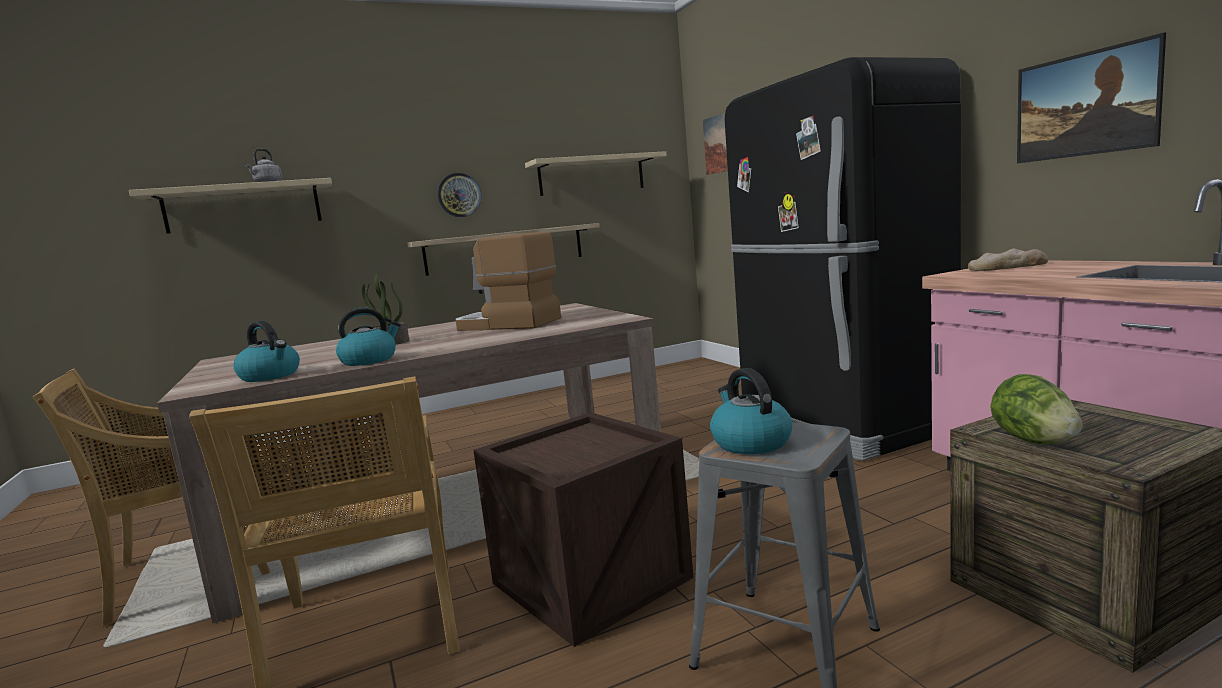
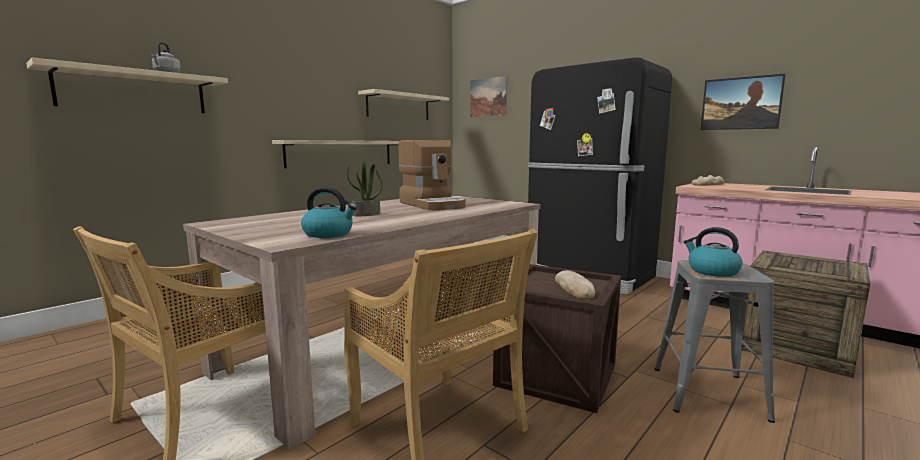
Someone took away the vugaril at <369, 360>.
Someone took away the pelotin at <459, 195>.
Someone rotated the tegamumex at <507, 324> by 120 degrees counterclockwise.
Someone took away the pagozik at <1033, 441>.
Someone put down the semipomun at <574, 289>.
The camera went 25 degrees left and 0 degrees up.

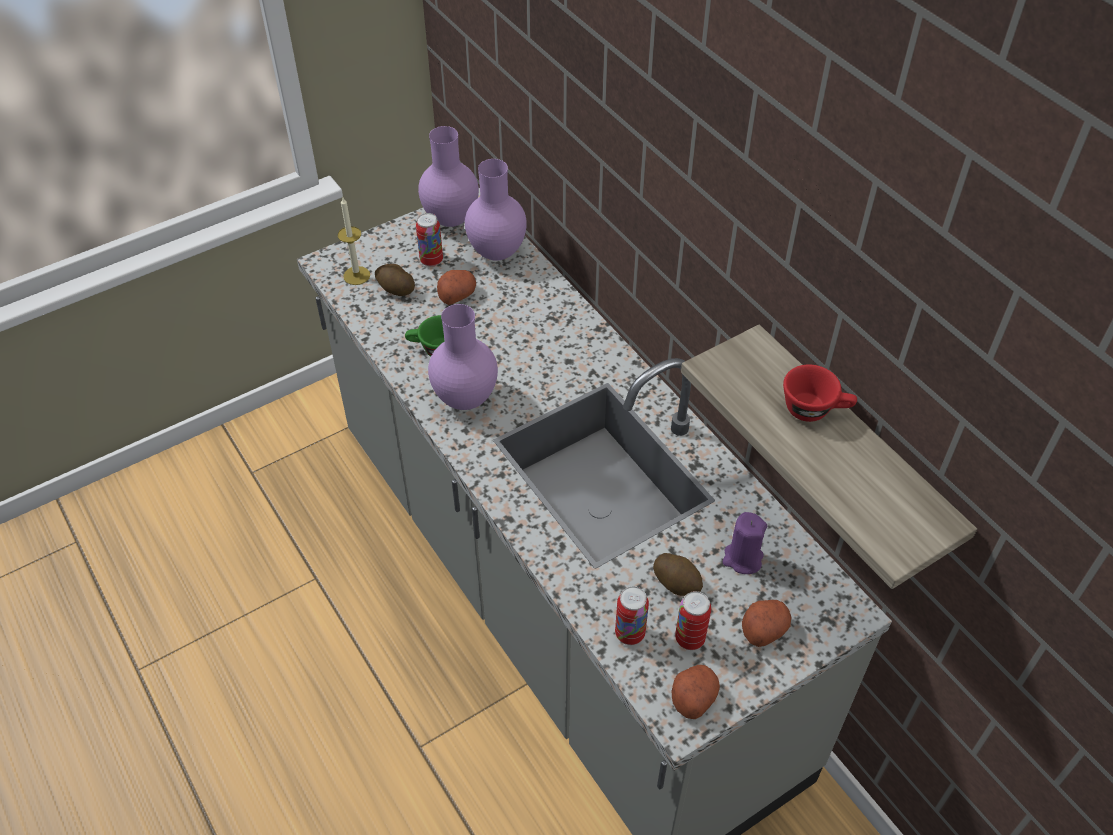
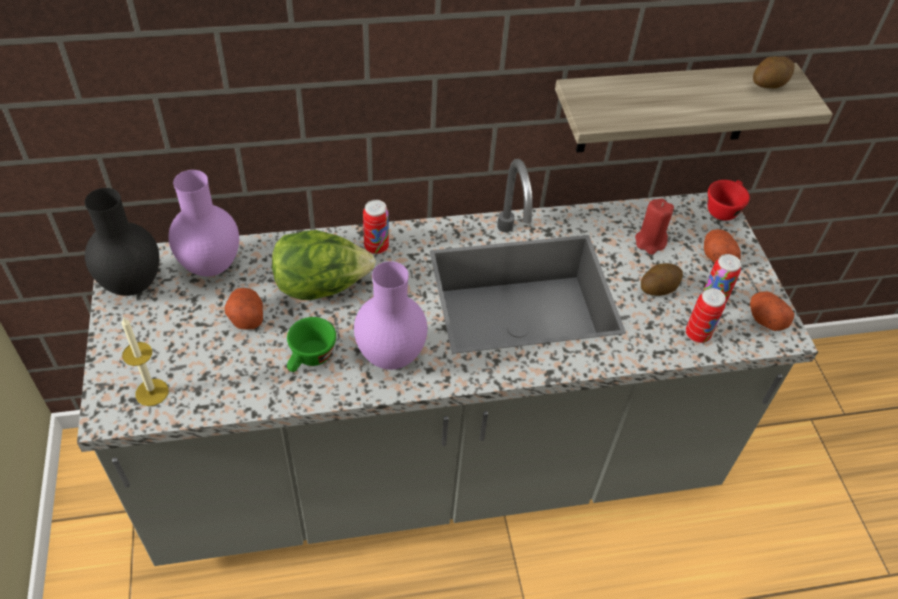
Someone carried the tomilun from <395, 289> to <768, 85>.
Someone carried the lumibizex from <431, 260> to <376, 247>.
Someone repainted the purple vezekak at <452, 219>, which became the black vezekak at <132, 284>.
Someone repainted the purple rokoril at <742, 558>, which became the red rokoril at <650, 242>.
Someone carried the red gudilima from <815, 409> to <723, 208>.
Someone put down the pagozik at <321, 286>.
The camera went 70 degrees left and 0 degrees up.

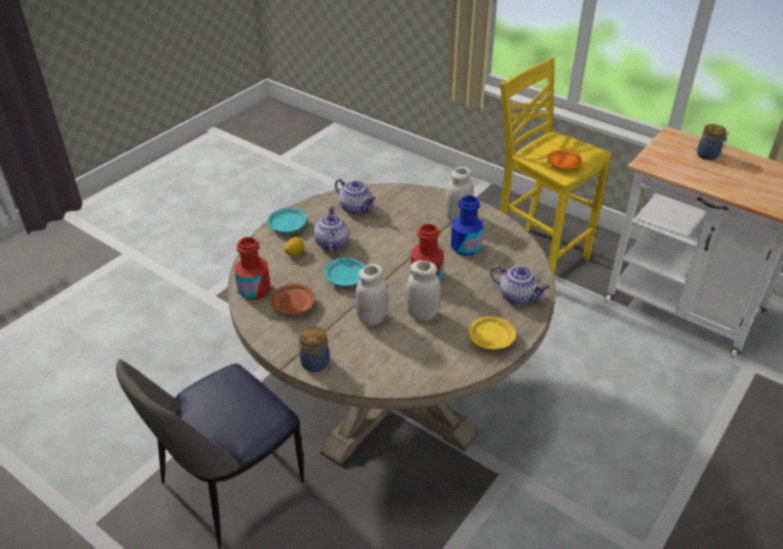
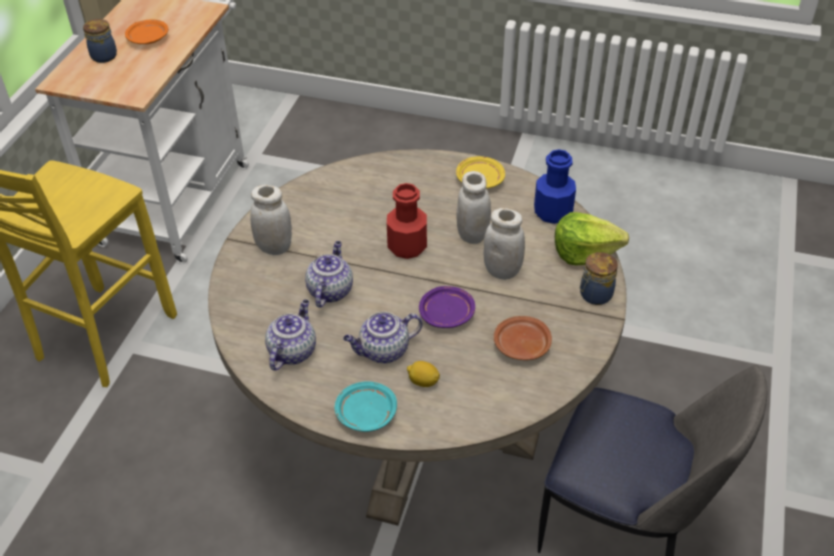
Someone took away the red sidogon at <254, 290>.
Someone repainted the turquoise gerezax at <346, 278>, which became the purple gerezax at <447, 314>.
Someone carried the blue sidogon from <465, 247> to <552, 212>.
Someone carried the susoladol from <518, 296> to <330, 290>.
Someone carried the orange gerezax from <563, 165> to <148, 38>.
Someone put down the pagozik at <584, 252>.
The camera went 110 degrees left and 5 degrees up.

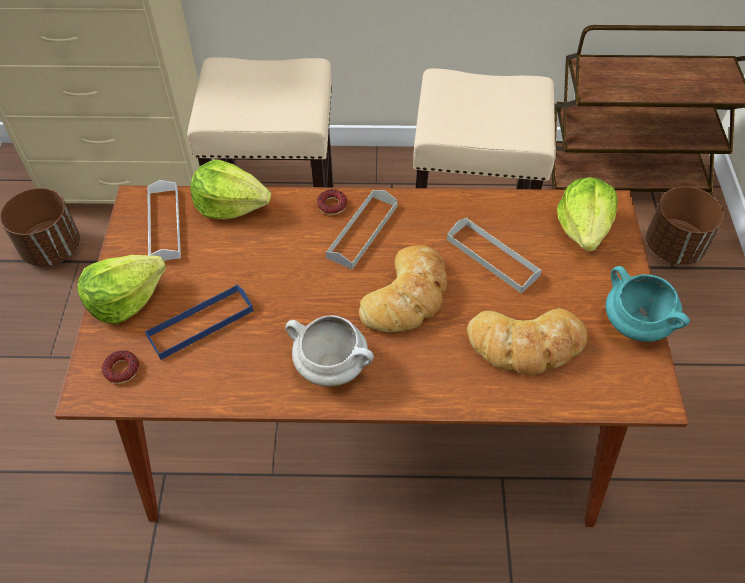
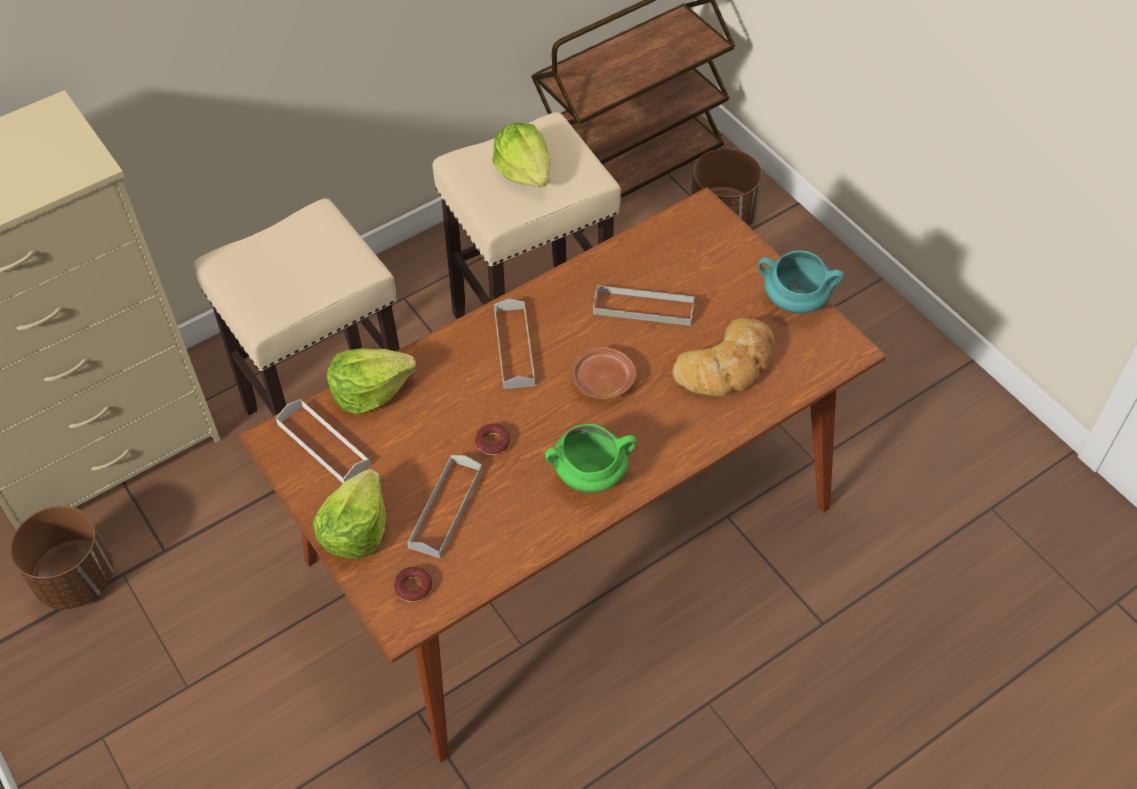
Someone repainted the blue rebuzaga at <200, 323>, which became the grey rebuzaga at <446, 508>.
Someone repainted the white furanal at <332, 366>, which became the green furanal at <591, 474>.
Someone carried the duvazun from <332, 205> to <493, 442>.
Someone swapped the semipomun at <408, 296> for the brown gerezax at <602, 380>.
Someone carried the pagozik from <583, 228> to <524, 171>.
The camera went 35 degrees left and 0 degrees up.

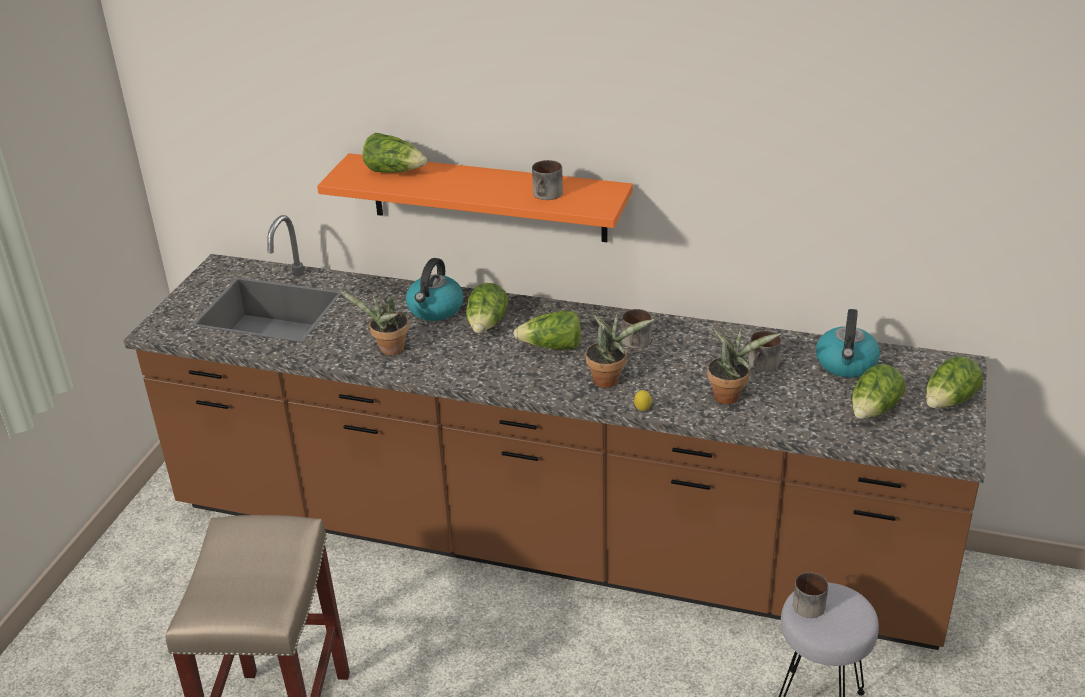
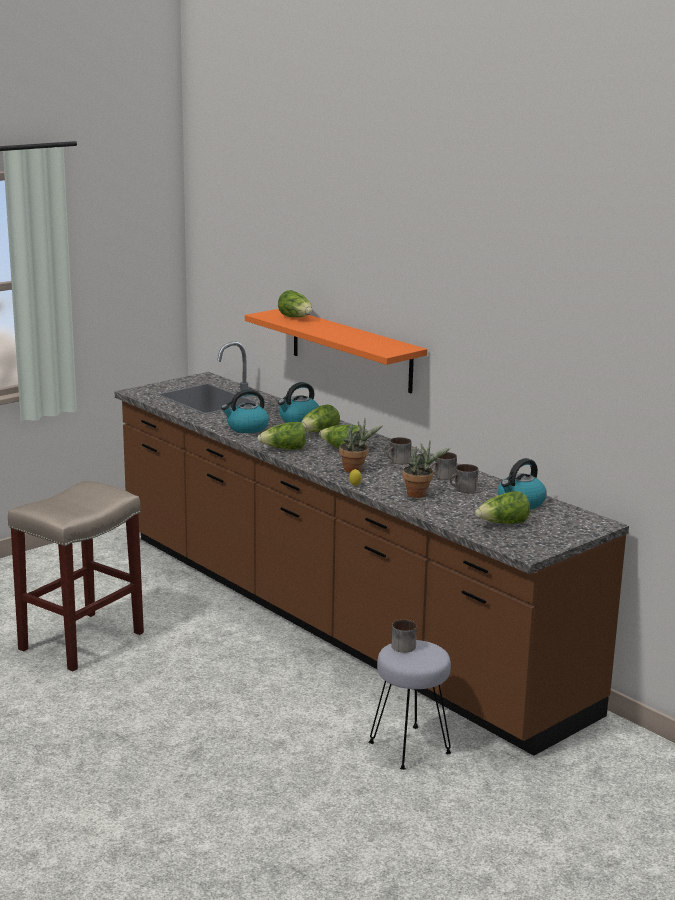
Someone swapped the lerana at <388, 350> for the vugaril at <247, 428>.
Someone carried the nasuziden from <547, 195> to <442, 477>.
Someone carried the pagozik from <949, 401> to <284, 449>.
The camera went 30 degrees right and 15 degrees down.

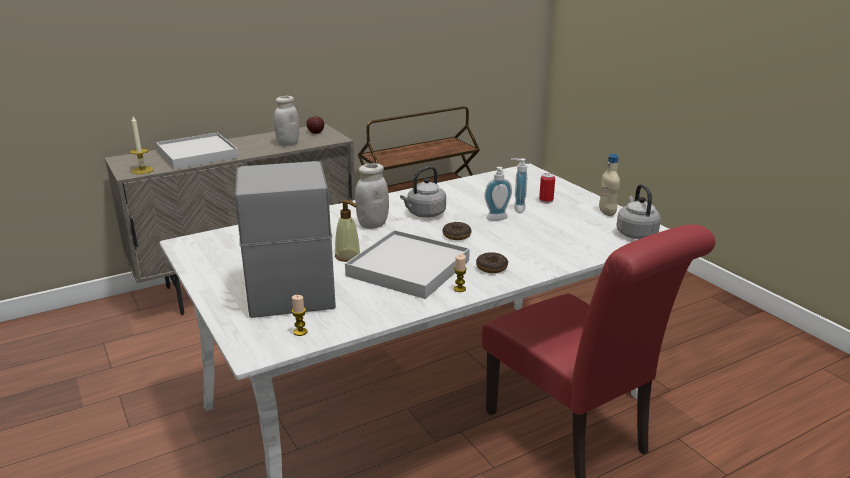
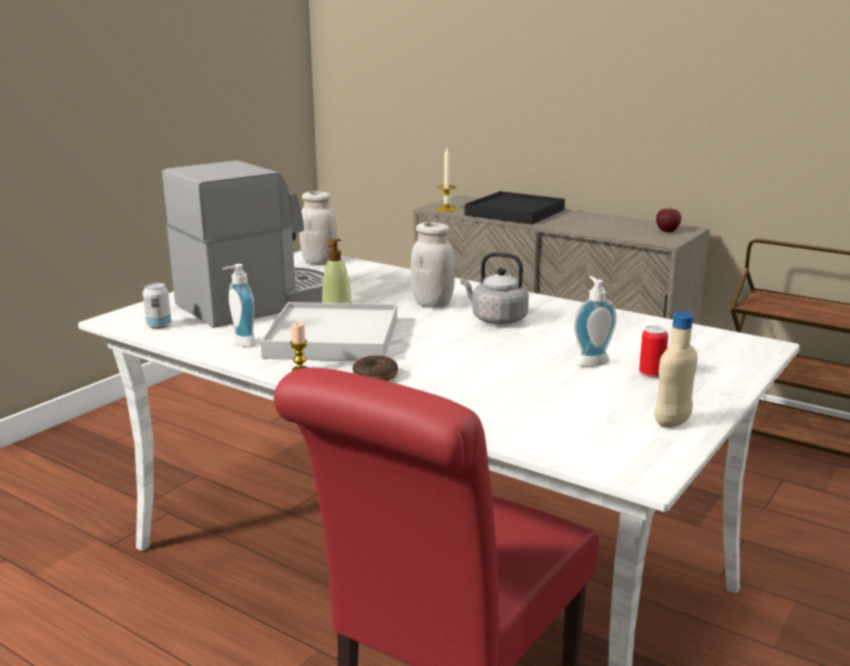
Someone repainted the white rebuzaga at <197, 154>, which became the black rebuzaga at <515, 212>.
Someone carried the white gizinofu from <288, 143> to <319, 262>.
Someone swapped the rokoril at <300, 332> for the lumibizex at <159, 325>.
Someone took away the duvazun at <456, 235>.
Someone carried the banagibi from <498, 219> to <241, 343>.
Someone took away the grey vugaril at <635, 233>.
The camera went 65 degrees right and 5 degrees down.

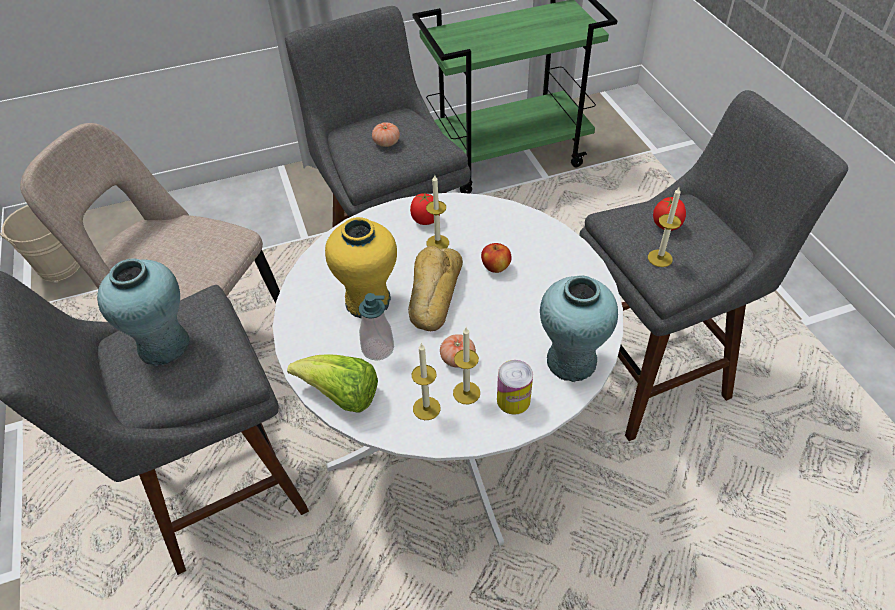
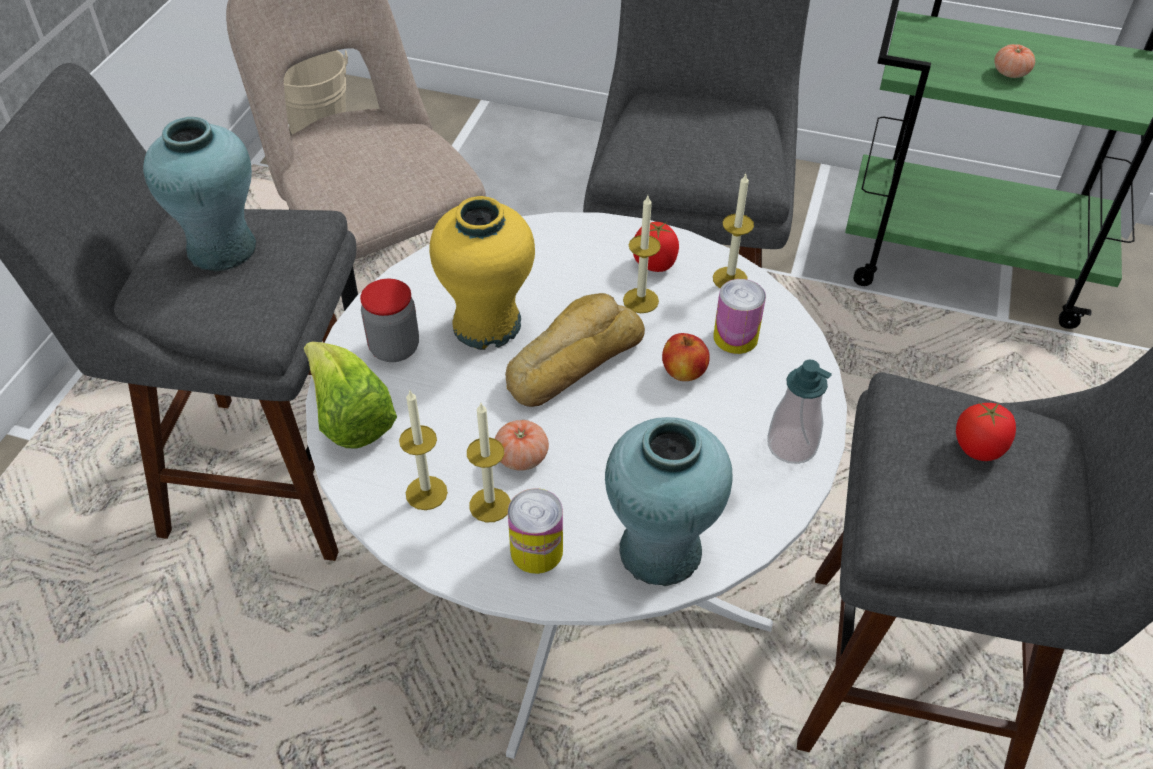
Someone carried the banagibi from <378, 348> to <791, 446>.
Someone carried the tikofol from <386, 142> to <1010, 73>.
Someone carried the rokoril from <660, 258> to <730, 279>.
Someone put down the gizinofu at <394, 348>.
Someone put down the lumibizex at <735, 337>.
The camera went 35 degrees right and 0 degrees up.

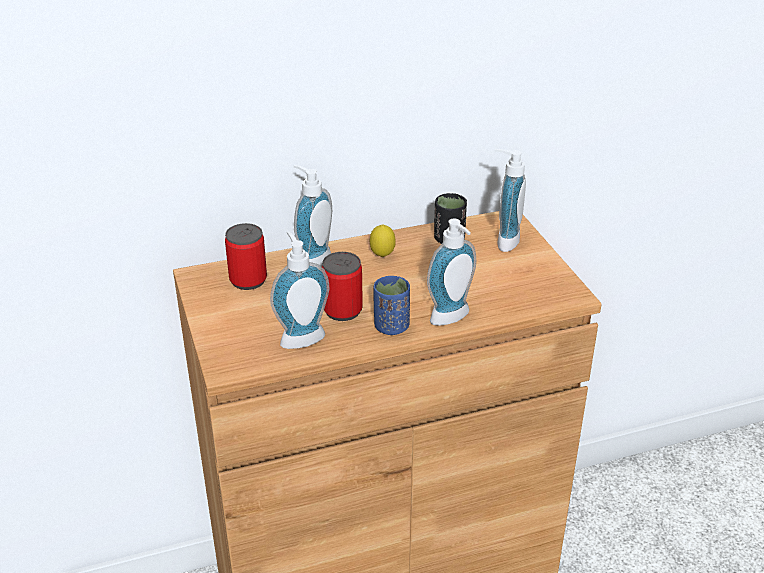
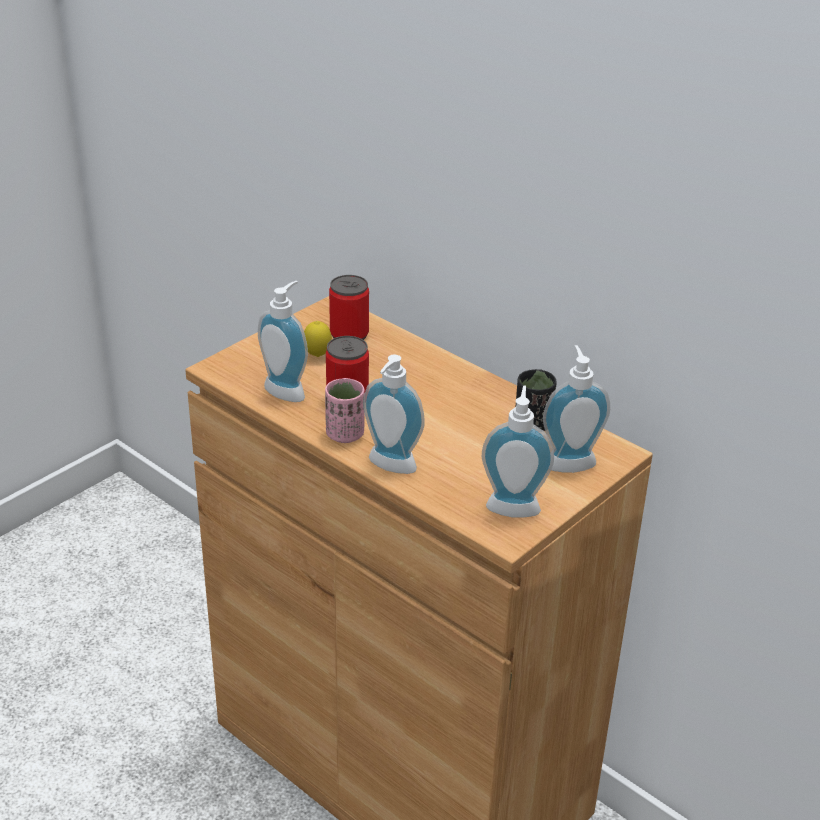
Someone carried the banagibi from <311, 260> to <513, 505>.
Someone carried the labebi from <382, 256> to <317, 356>.
Someone repainted the blue gudilima at <391, 327>, which became the pink gudilima at <345, 434>.
The camera went 60 degrees right and 0 degrees up.

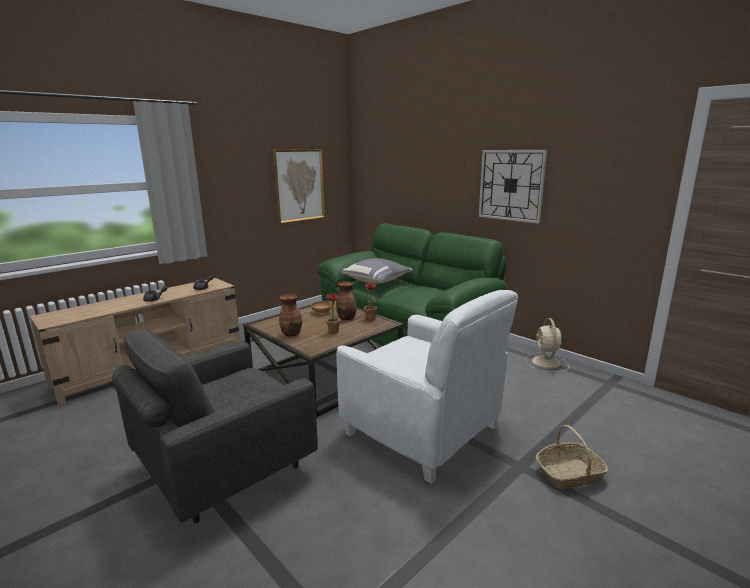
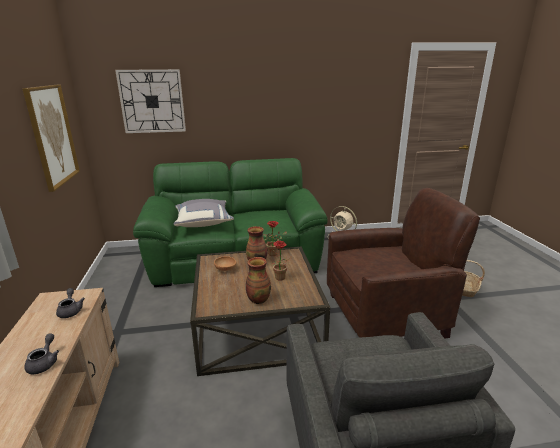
Someone repainted the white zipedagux at <424, 430>, which became the brown zipedagux at <386, 314>.
Someone carried the pelotin from <511, 185> to <152, 101>.
The camera went 55 degrees left and 5 degrees up.

